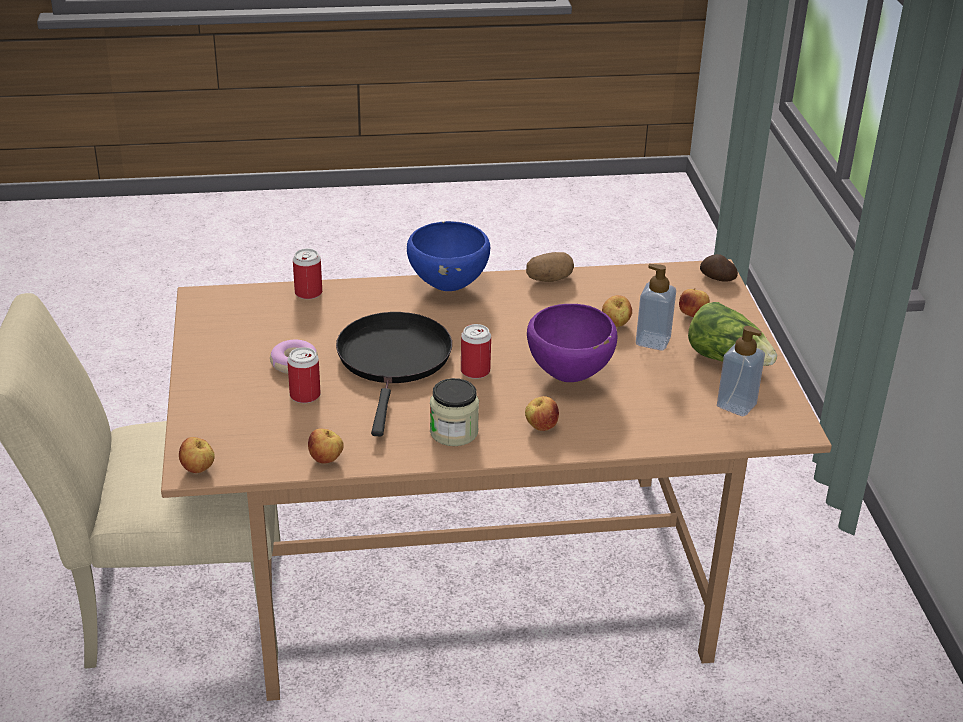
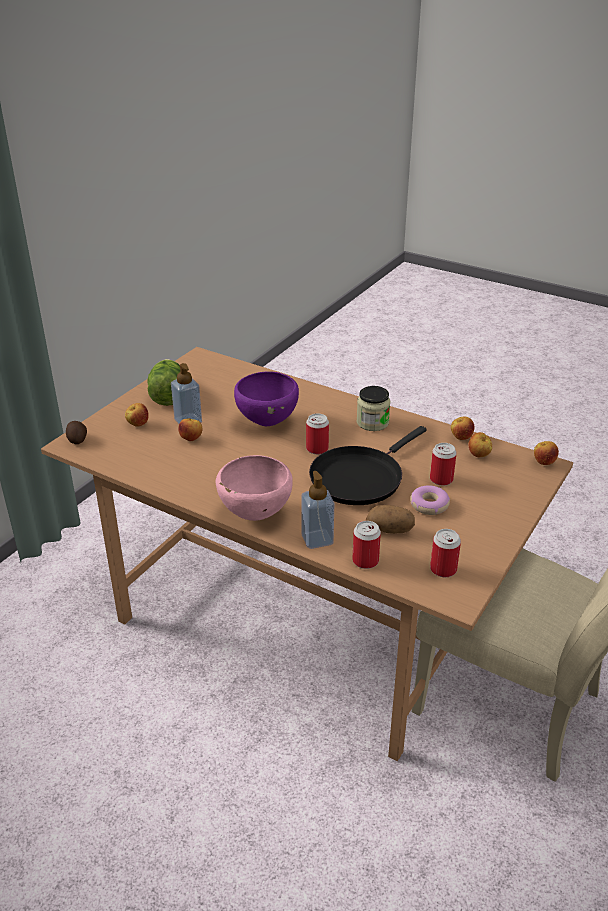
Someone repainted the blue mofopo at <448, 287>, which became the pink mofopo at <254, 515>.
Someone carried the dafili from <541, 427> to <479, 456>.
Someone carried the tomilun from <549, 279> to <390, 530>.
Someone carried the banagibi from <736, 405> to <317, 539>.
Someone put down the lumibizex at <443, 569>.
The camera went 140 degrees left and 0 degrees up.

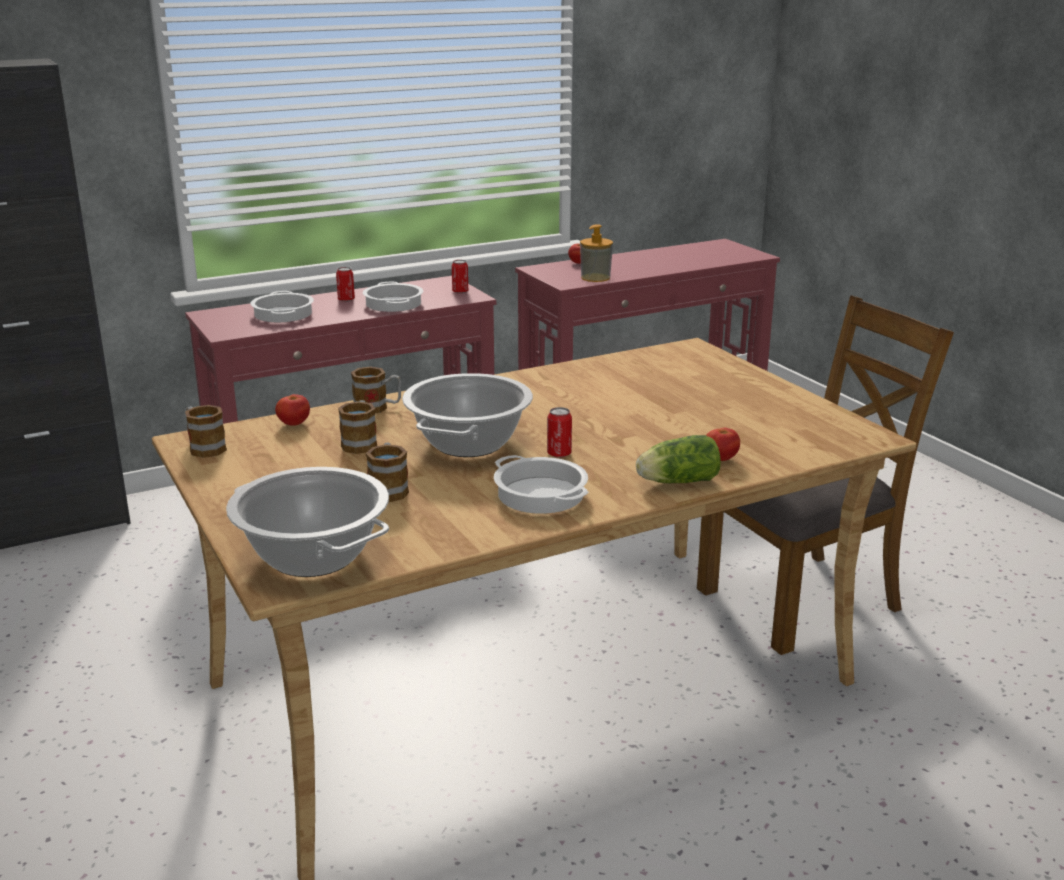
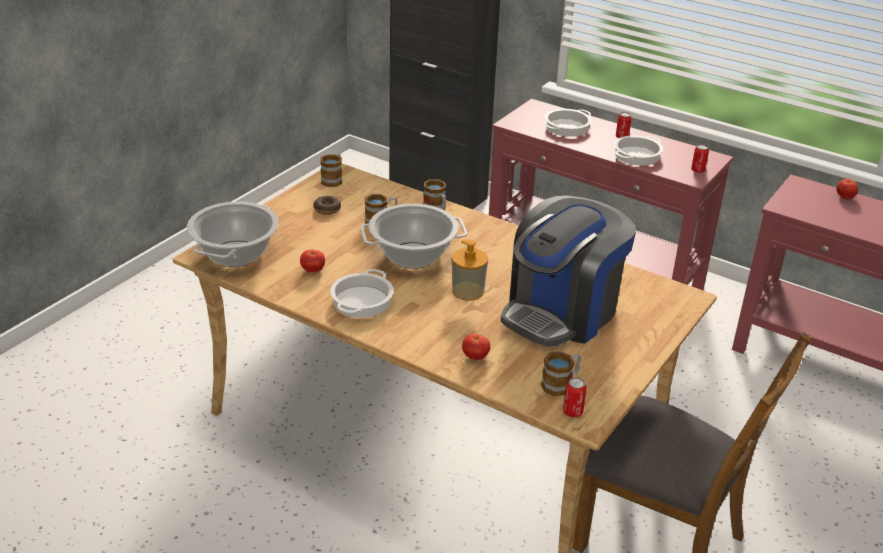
Someone carried the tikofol from <294, 424> to <313, 270>.
Someone carried the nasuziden from <388, 489> to <561, 384>.
Someone carried the lumibizex from <559, 454> to <572, 412>.
Someone carried the banagibi from <595, 278> to <468, 291>.
Someone took away the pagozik at <675, 482>.
Someone put down the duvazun at <327, 209>.
Someone put down the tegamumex at <561, 312>.
The camera went 60 degrees right and 10 degrees up.

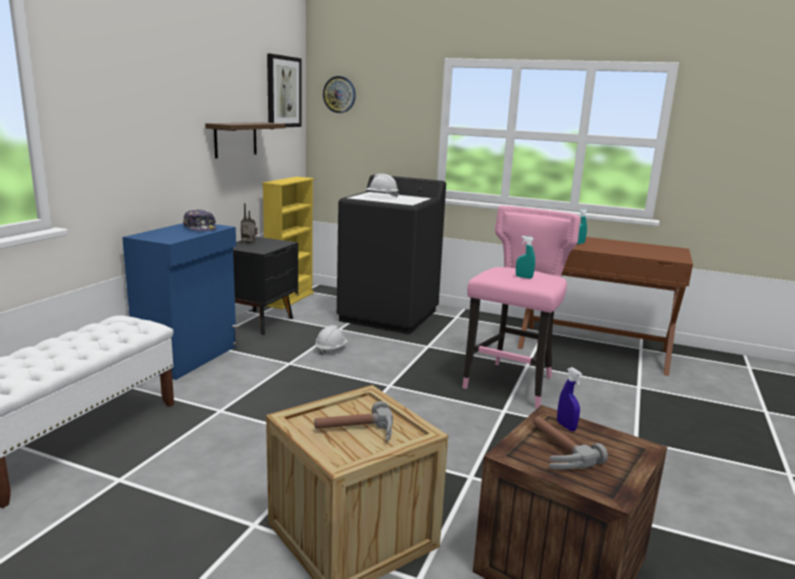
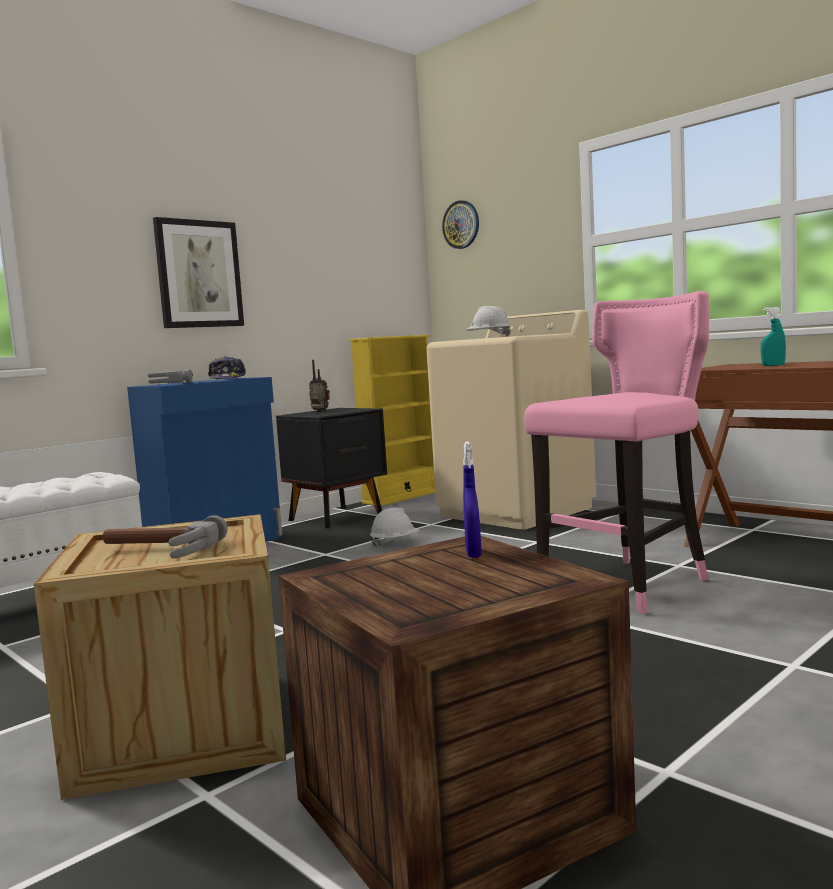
Someone took away the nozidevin at <235, 139>.
Someone carried the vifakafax from <283, 92> to <198, 274>.
Someone repainted the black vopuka at <389, 315>, which became the beige vopuka at <516, 512>.
Someone took away the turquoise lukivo at <524, 277>.
Someone carried the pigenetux from <554, 450> to <175, 383>.
The camera went 25 degrees right and 10 degrees down.

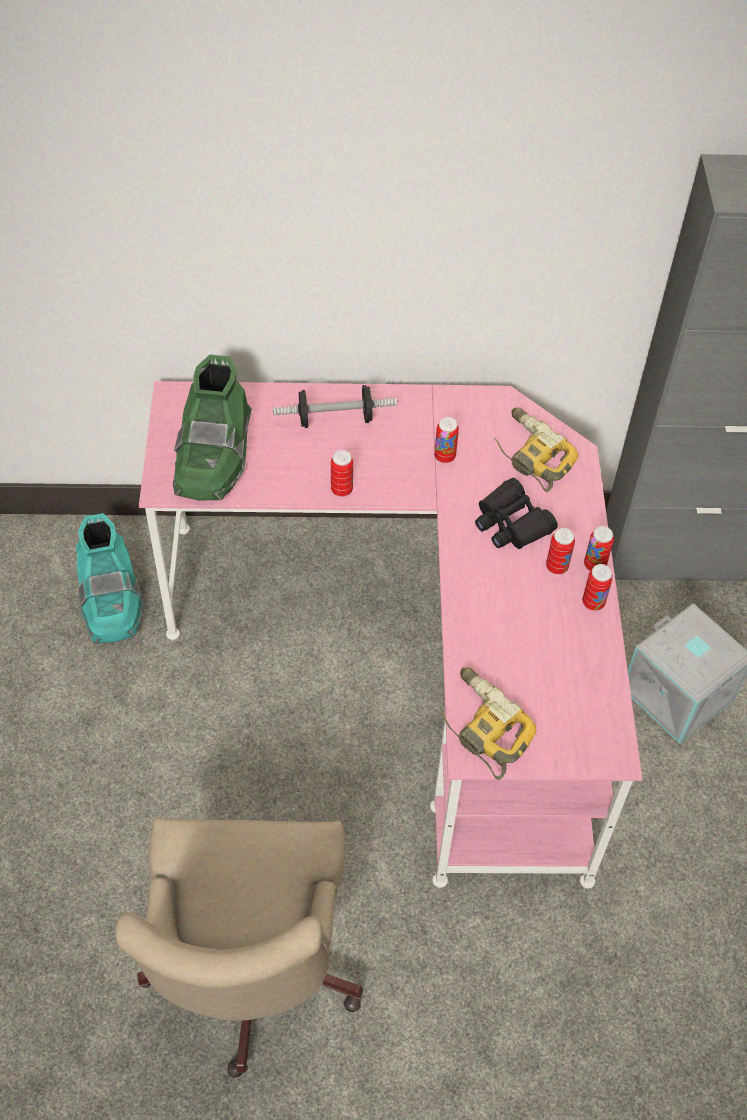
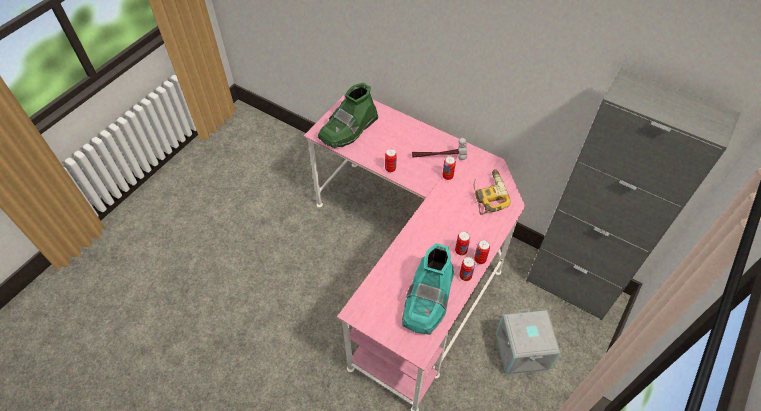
Someone carried the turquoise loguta from <111, 598> to <428, 299>.
Someone took away the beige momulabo at <249, 977>.
Someone took away the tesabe at <335, 419>.
Someone took away the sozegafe at <481, 727>.
Someone took away the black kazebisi at <511, 523>.
Someone put down the pigenetux at <439, 157>.
The camera went 35 degrees right and 0 degrees up.

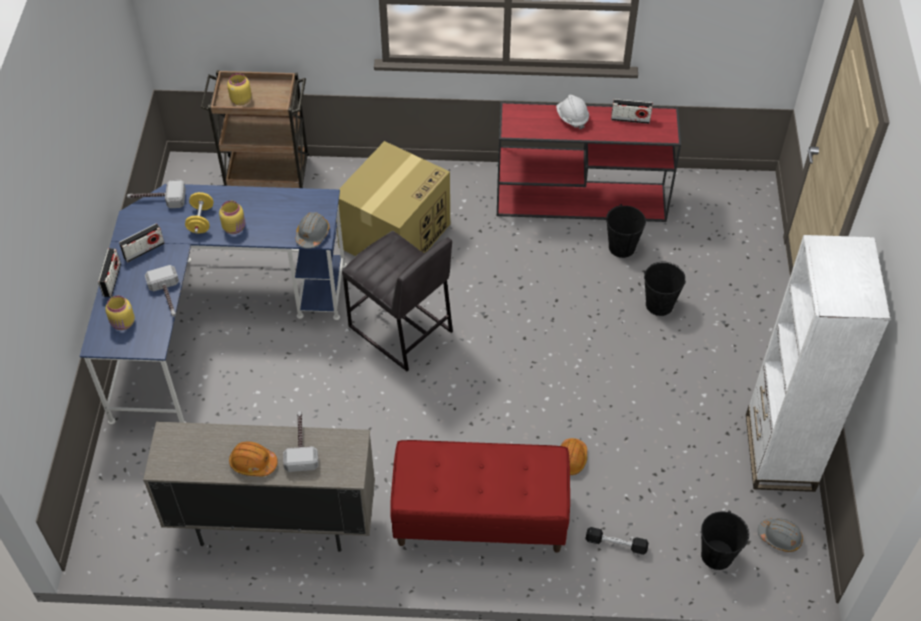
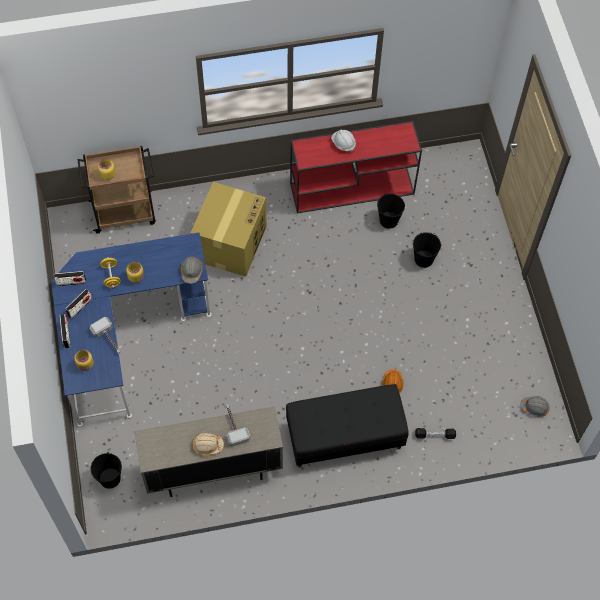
Someone took away the pigenetux at <157, 199>.
Someone repainted the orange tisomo at <253, 463>, which became the beige tisomo at <207, 445>.
Someone took away the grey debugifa at <400, 330>.
Someone repainted the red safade at <479, 518>, which became the black safade at <344, 437>.
Someone carried the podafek from <630, 119> to <71, 282>.
Someone carried the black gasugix from <716, 555> to <109, 478>.
Someone took away the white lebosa at <779, 452>.
The camera went 15 degrees left and 10 degrees up.

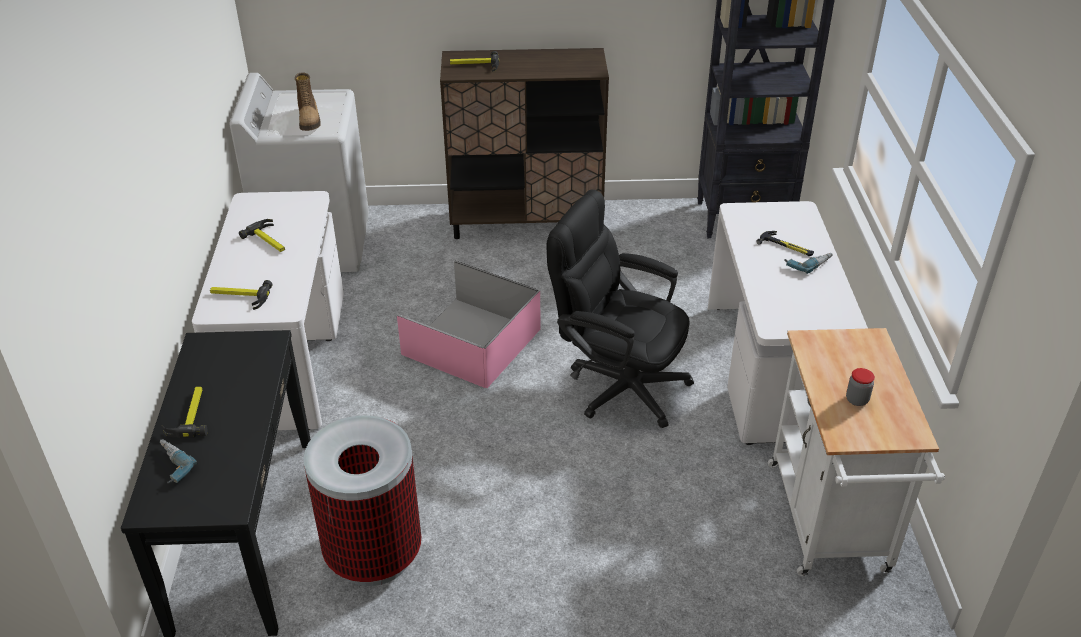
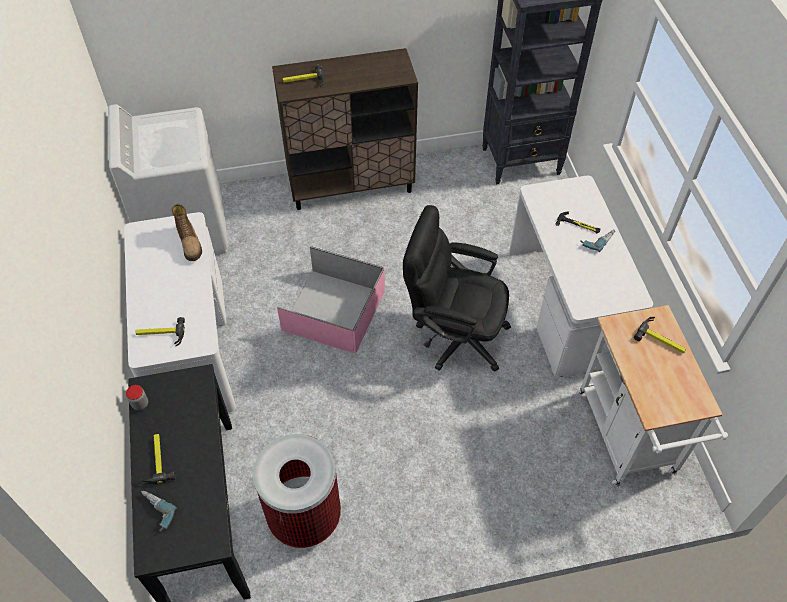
Someone carried the pigenetux from <269, 240> to <661, 339>.
Someone carried the loguta from <309, 120> to <190, 243>.
Someone carried the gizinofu from <857, 400> to <140, 404>.
The camera went 10 degrees left and 15 degrees up.

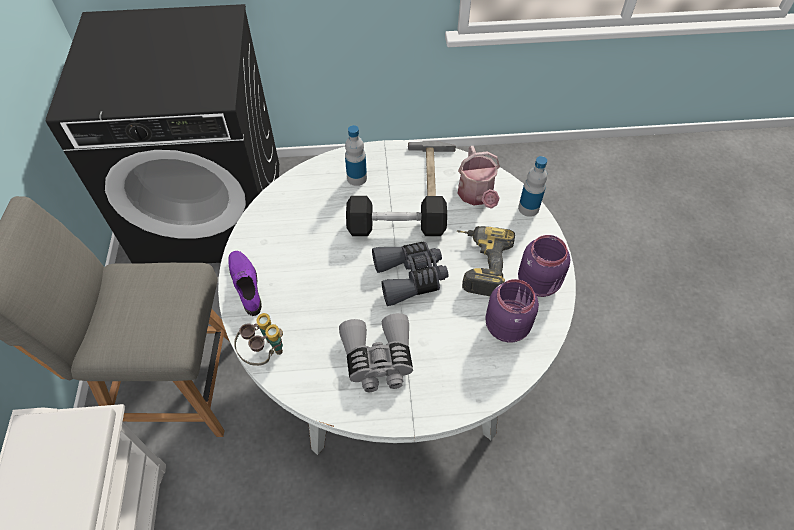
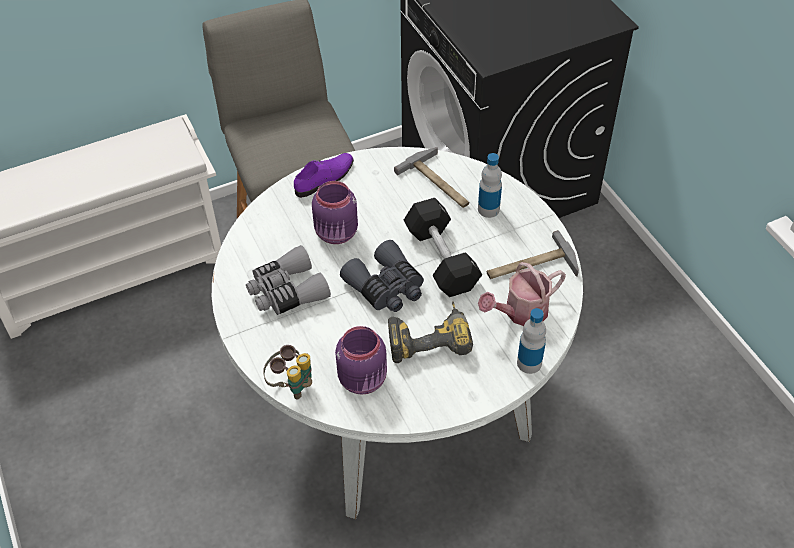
Someone carried the kazebisi from <264, 353> to <292, 385>.
Someone carried the purple gizinofu from <539, 283> to <337, 234>.
Someone put down the pigenetux at <439, 183>.
The camera went 70 degrees right and 5 degrees down.

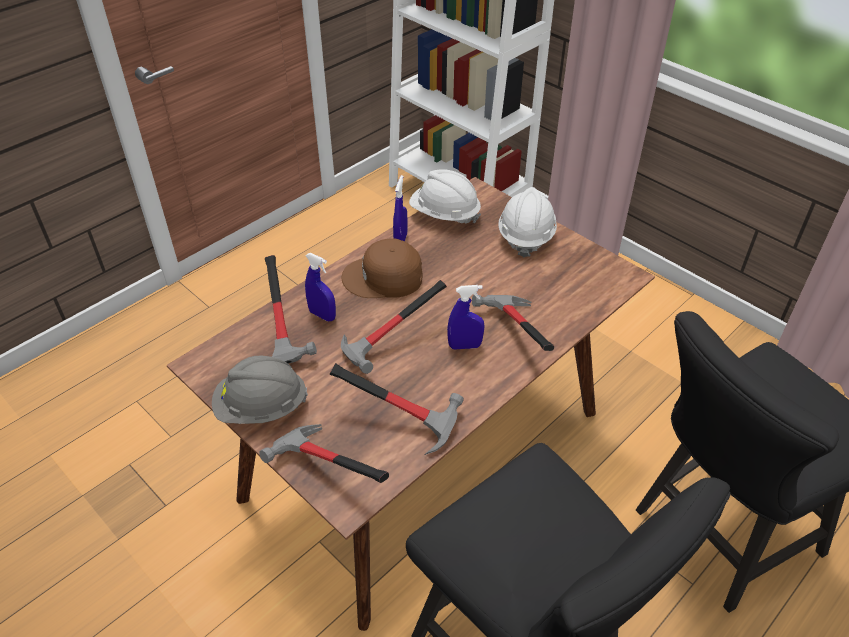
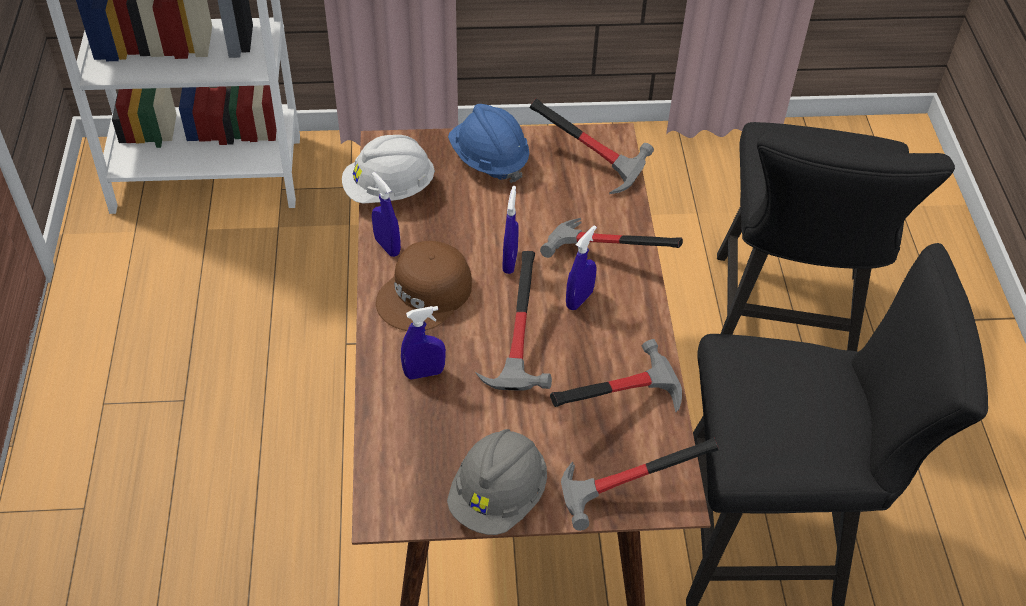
Someone carried the pigenetux from <286, 333> to <594, 161>.
Someone repainted the white tisomo at <526, 235>, which became the blue tisomo at <489, 159>.
Someone put down the blue lukivo at <510, 262>.
The camera went 50 degrees left and 5 degrees up.

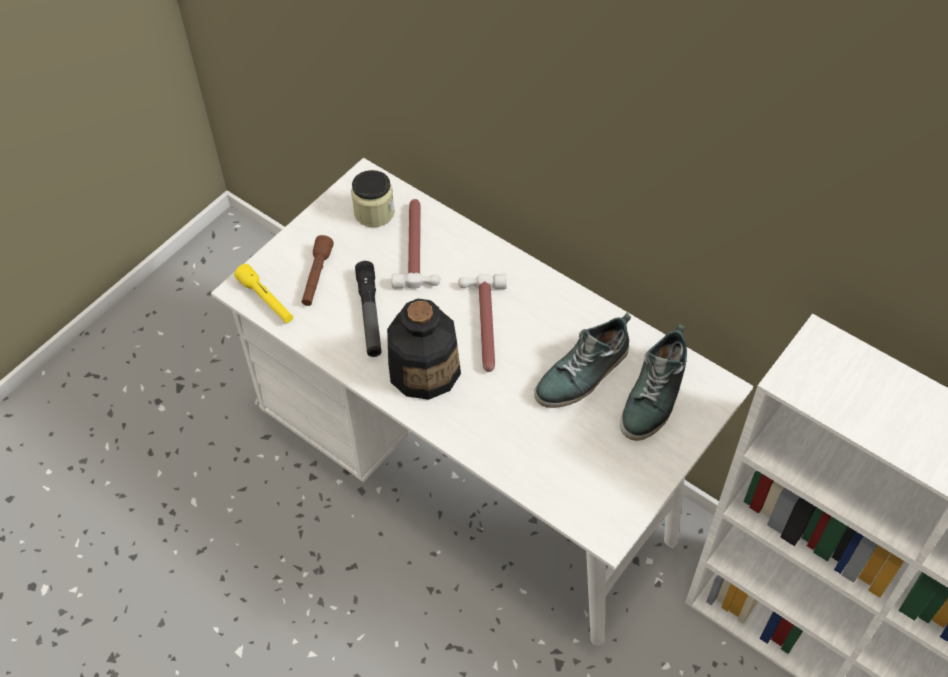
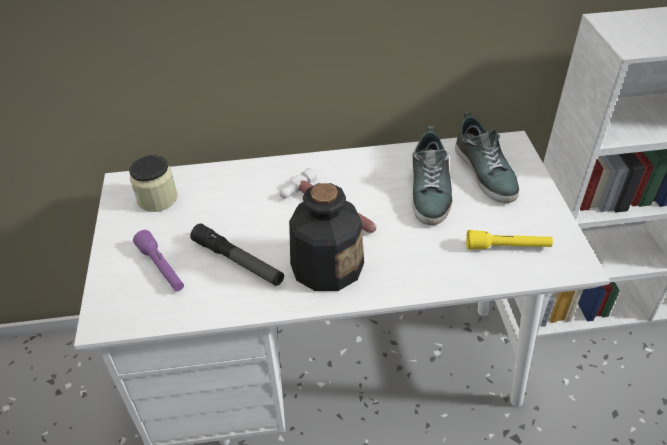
Someone carried the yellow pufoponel from <266, 300> to <507, 247>.
Someone repainted the brown pufoponel at <316, 277>, which became the purple pufoponel at <161, 268>.
Someone took away the pigenetux at <416, 246>.
The camera went 45 degrees left and 10 degrees down.

